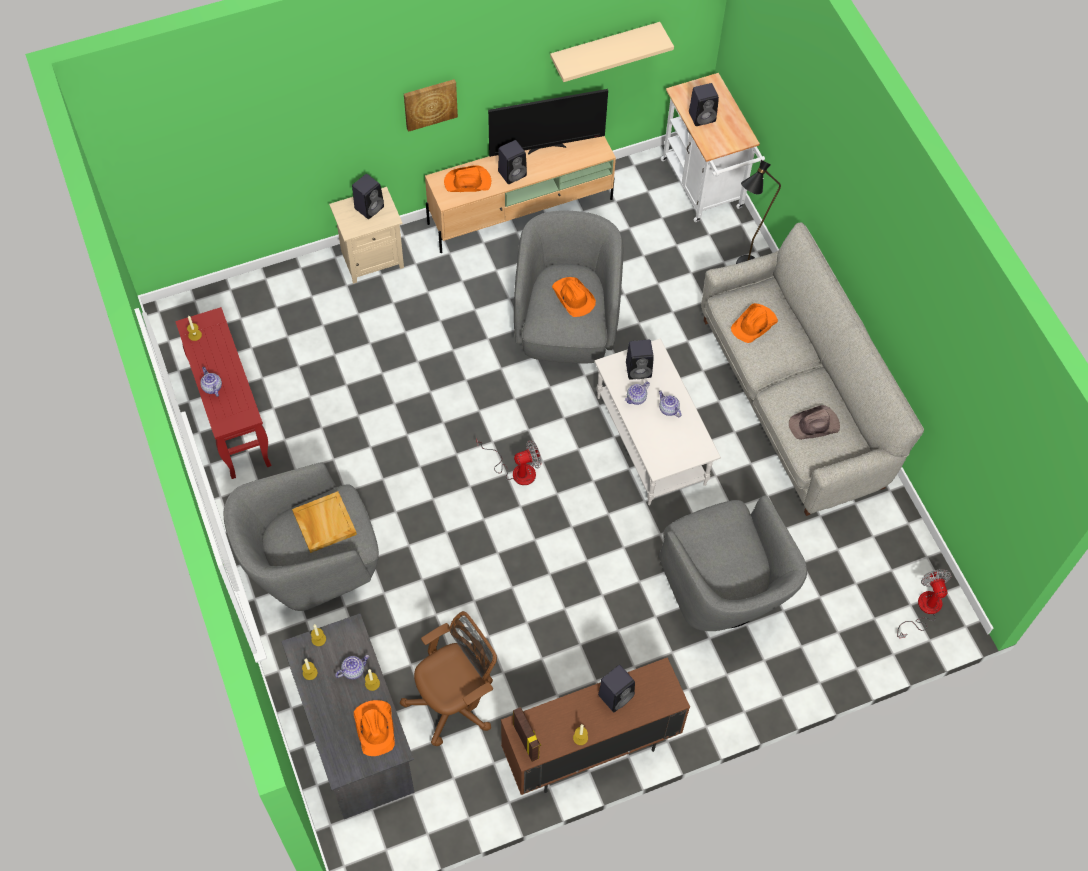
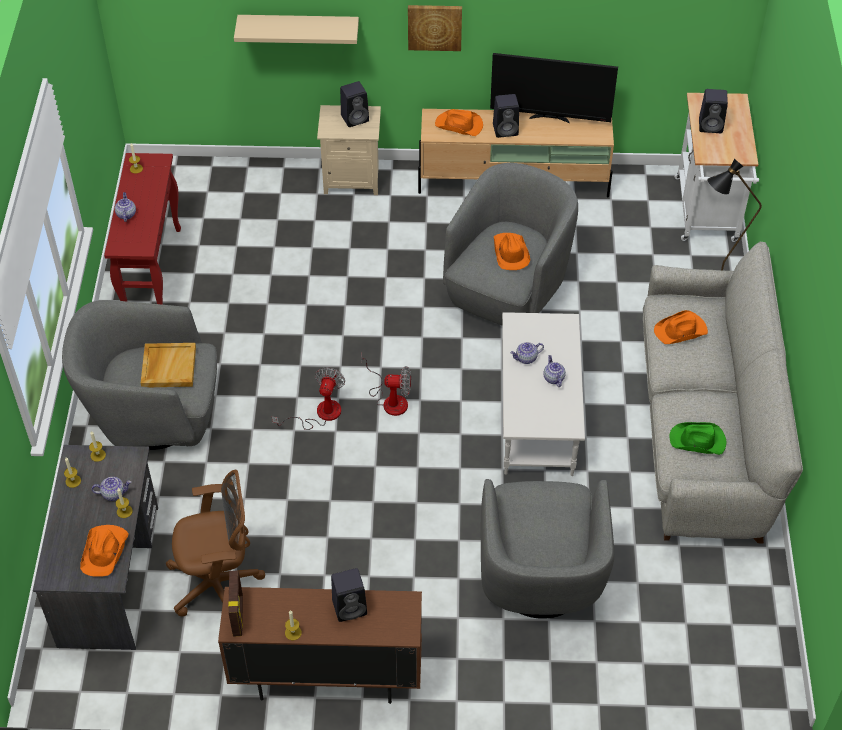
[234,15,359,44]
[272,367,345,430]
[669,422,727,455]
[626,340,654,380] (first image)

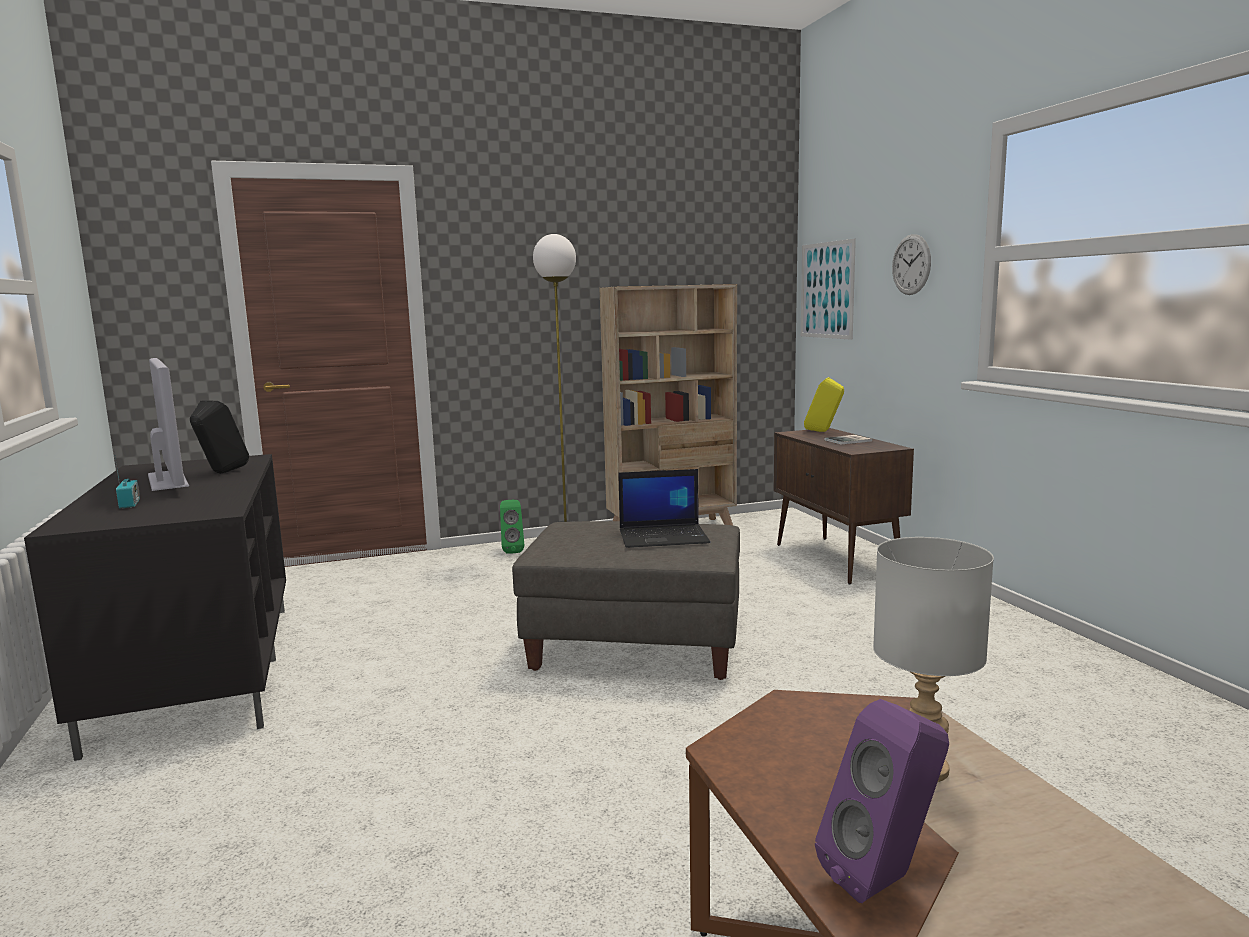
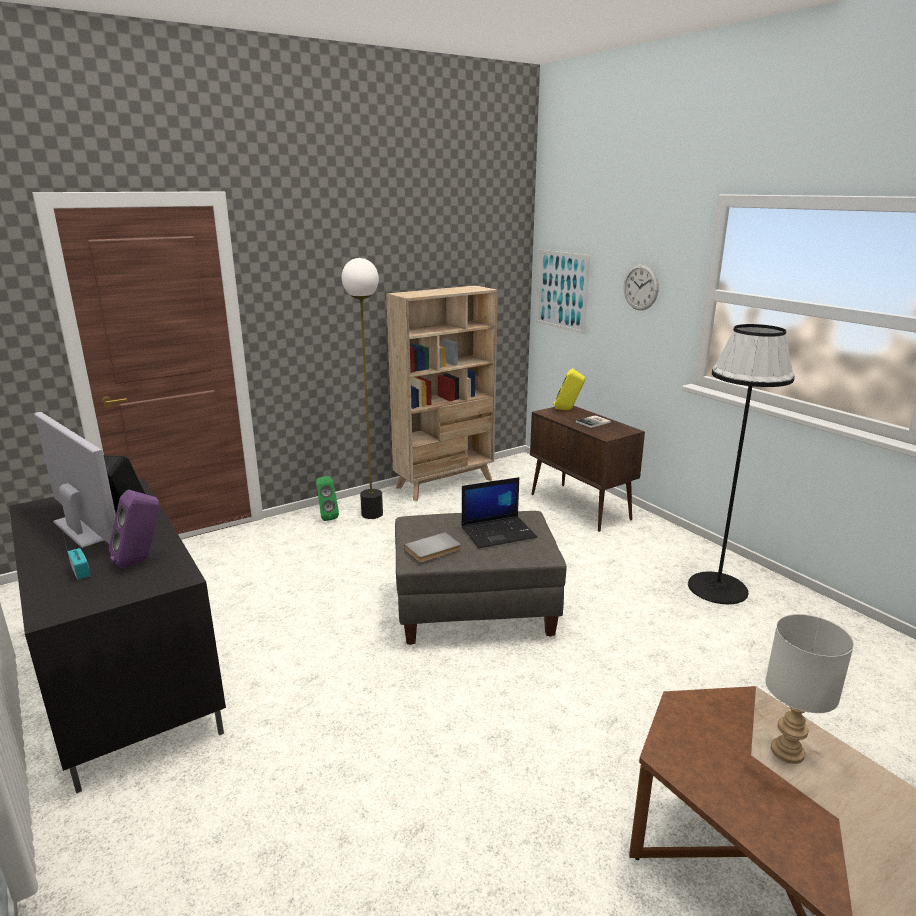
[109,489,160,568]
[404,532,461,562]
[688,324,795,604]

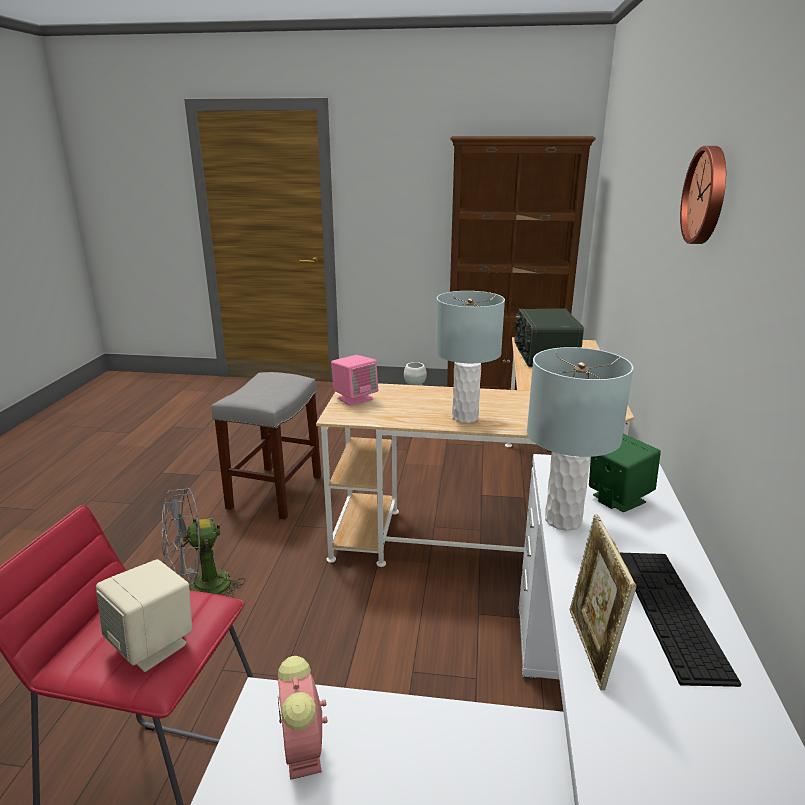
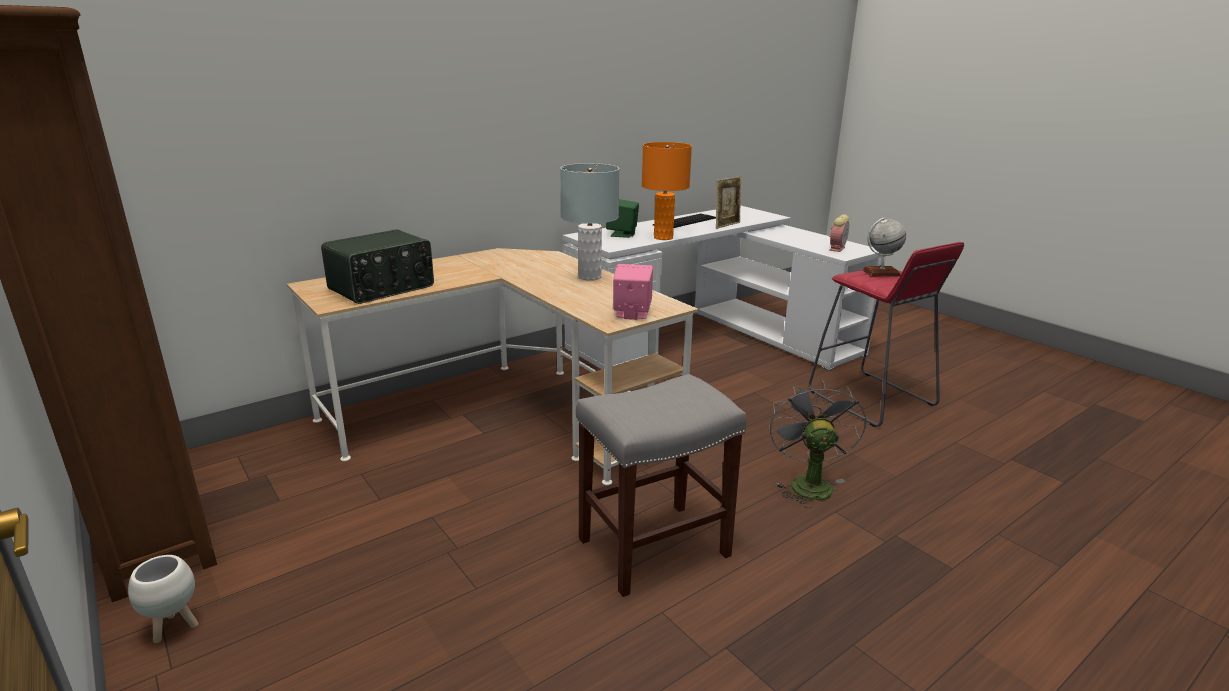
[642,142,692,240]
[769,380,867,508]
[862,218,906,276]
[680,146,726,244] (first image)

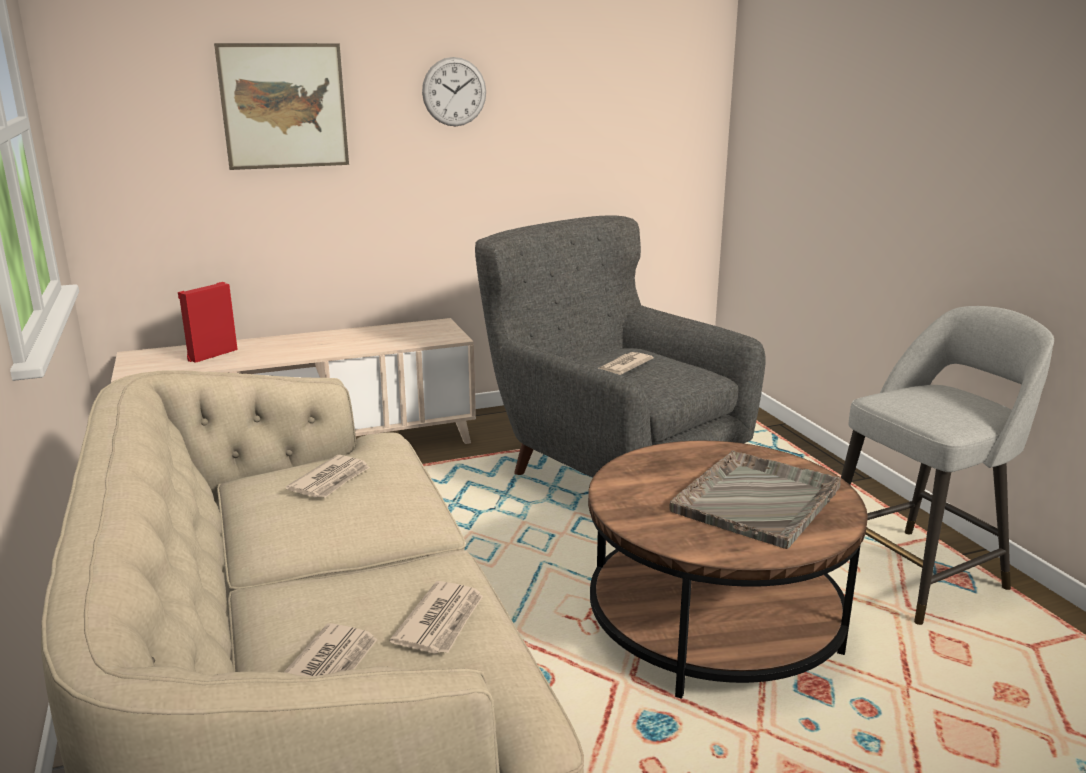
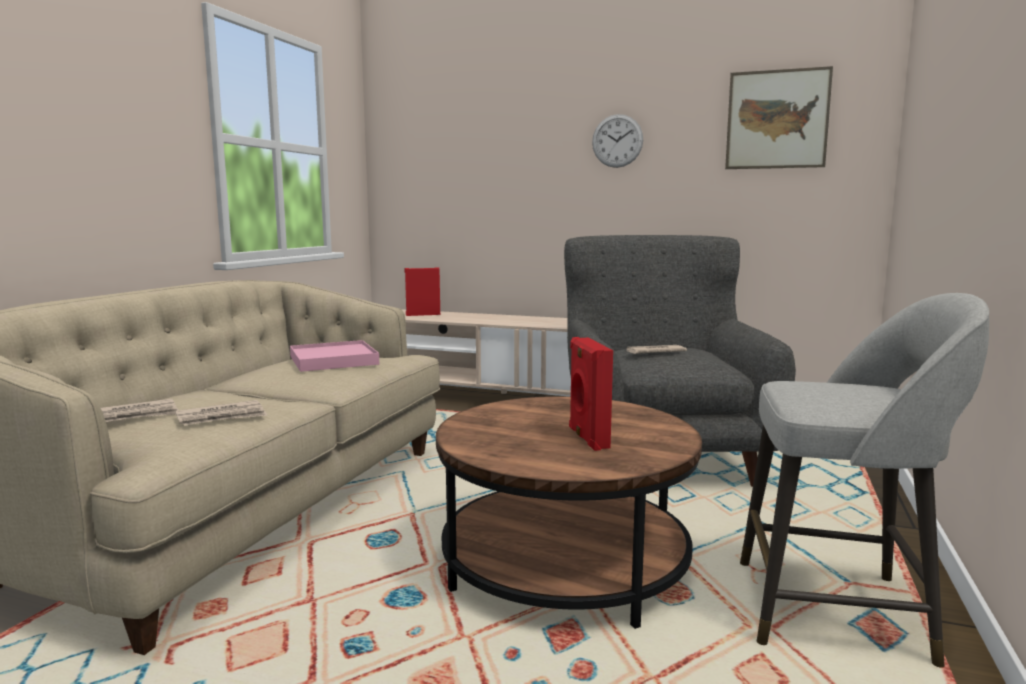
[290,340,379,372]
[569,337,613,451]
[725,66,833,169]

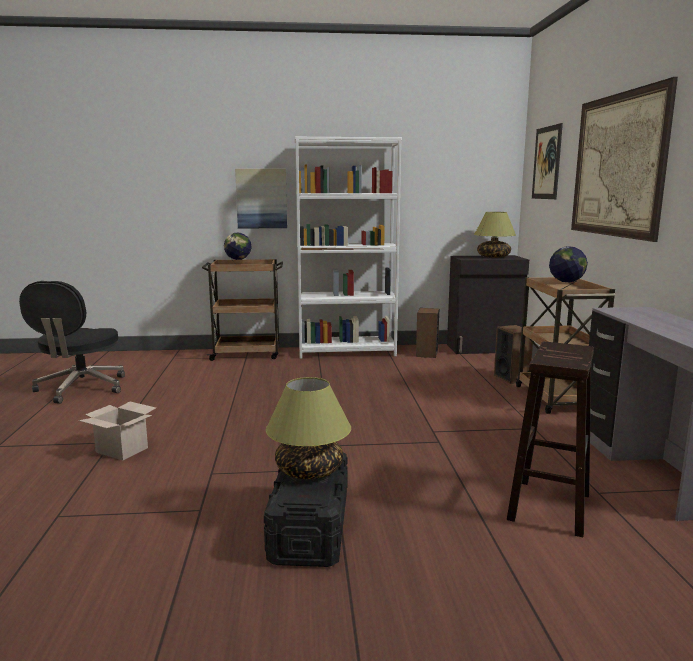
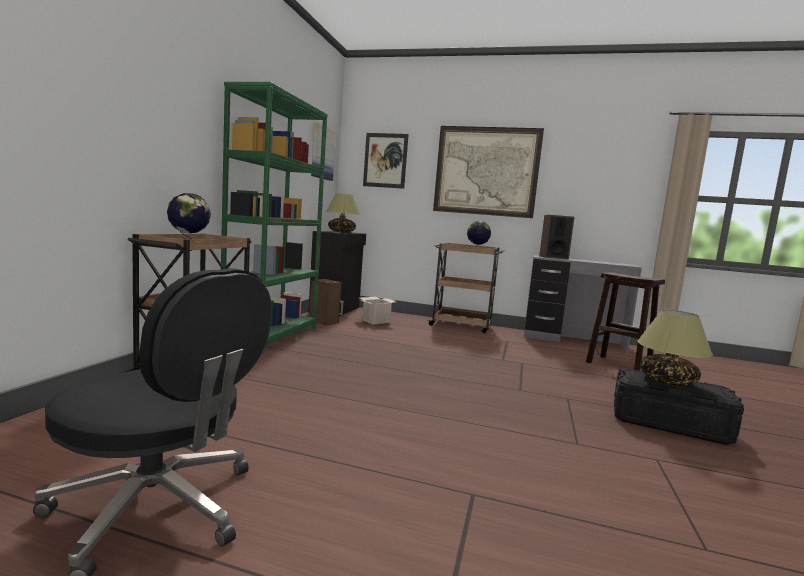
[221,82,328,353]
[311,122,336,181]
[360,297,397,325]
[539,215,574,260]

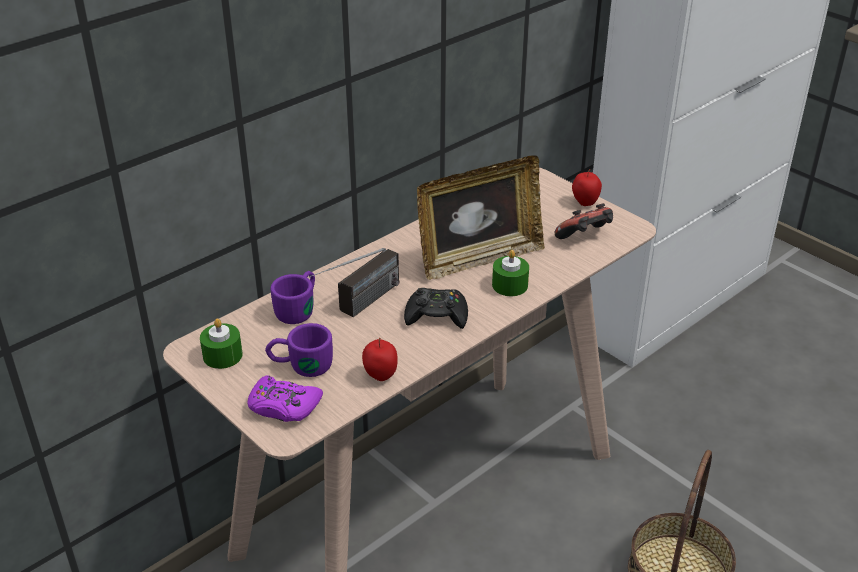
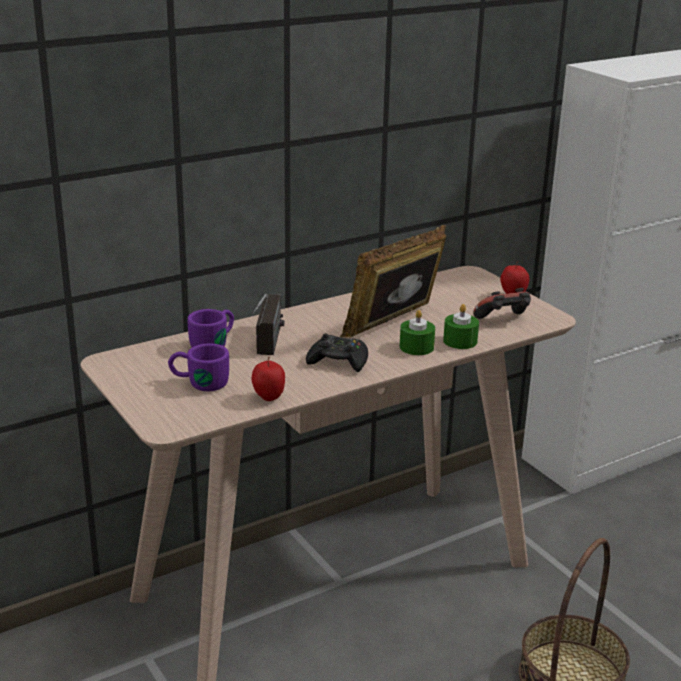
[252,294,284,355]
[340,225,447,337]
[443,304,479,349]
[247,376,323,422] (first image)

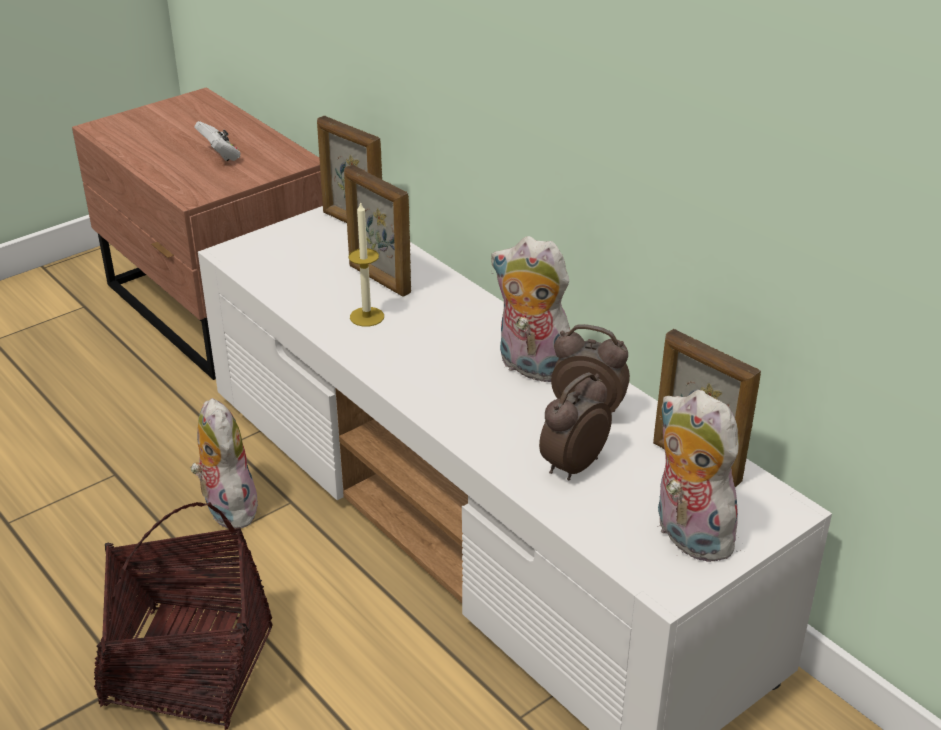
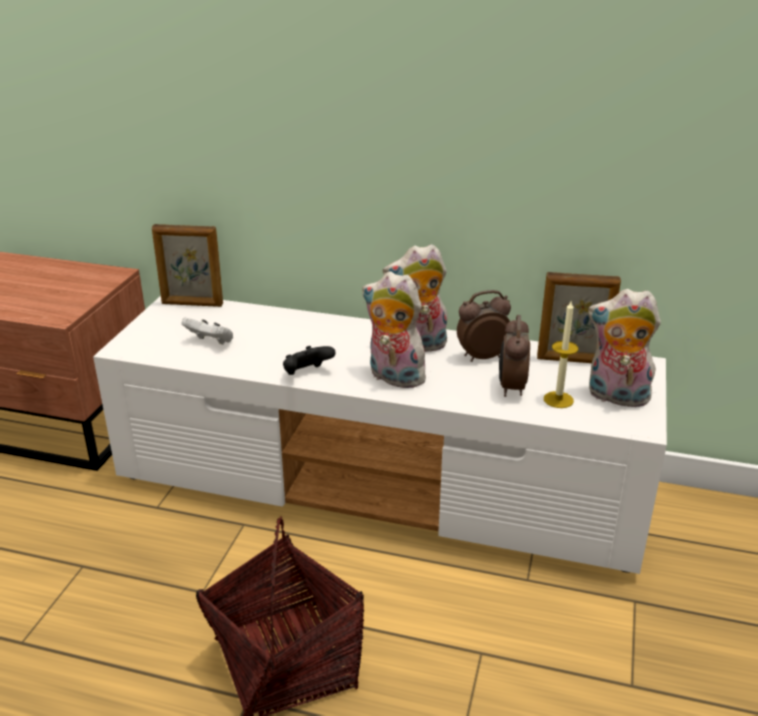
[182,318,233,344]
[283,346,336,375]
[362,271,426,388]
[544,301,578,408]
[344,165,411,297] (first image)

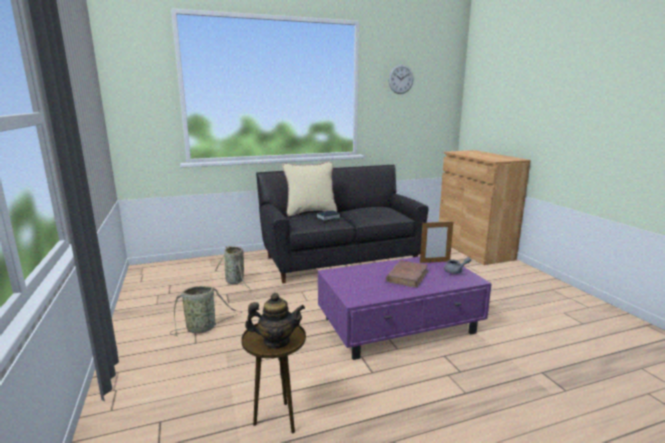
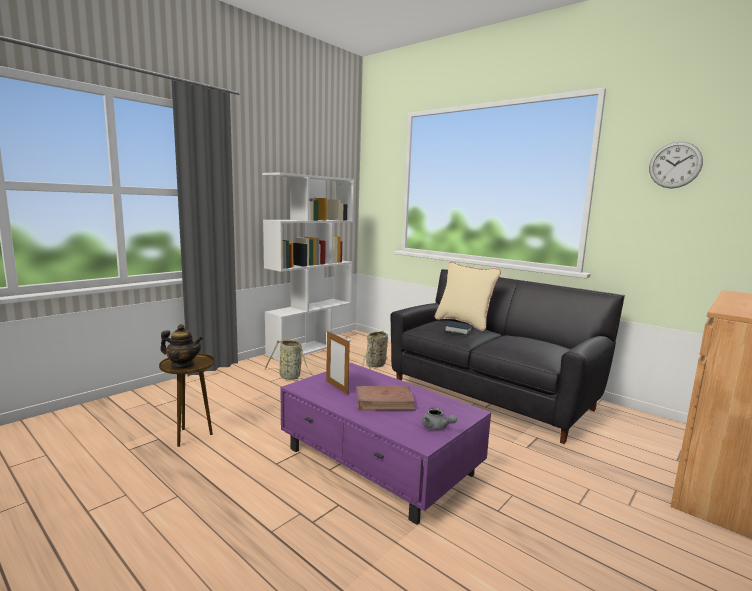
[160,324,203,368]
[262,172,355,361]
[326,331,350,395]

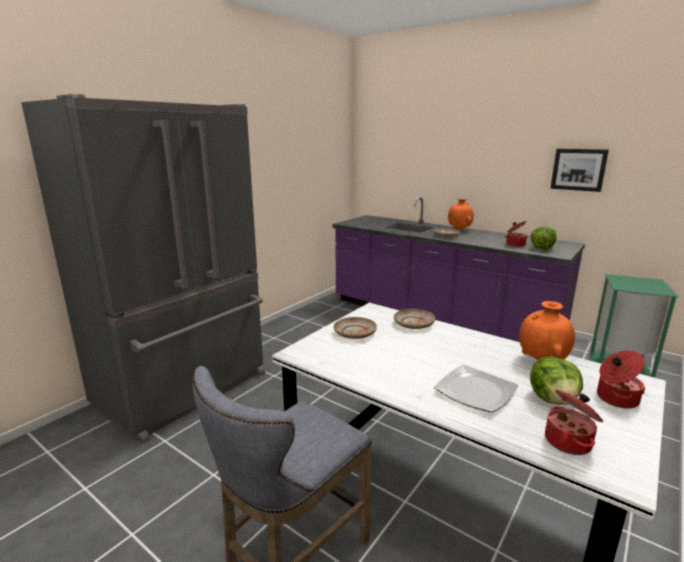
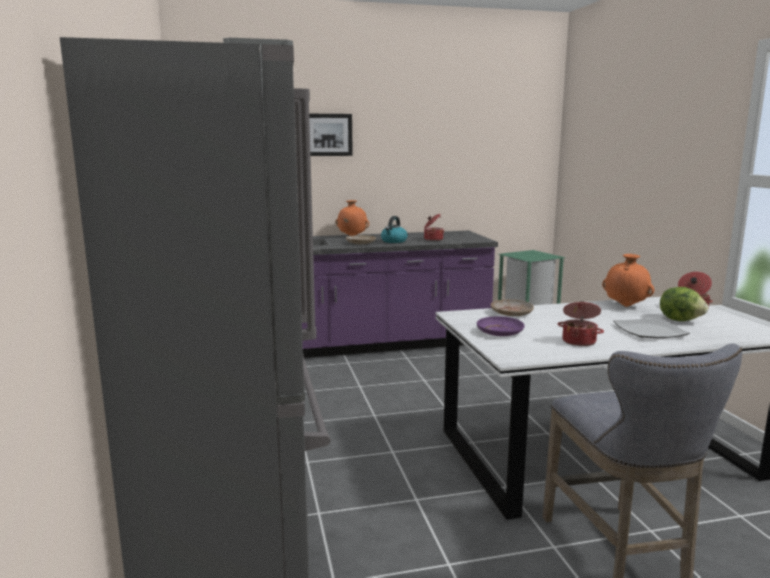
[309,114,353,156]
[381,216,407,243]
[477,316,524,336]
[557,301,604,346]
[530,227,557,249] (first image)

